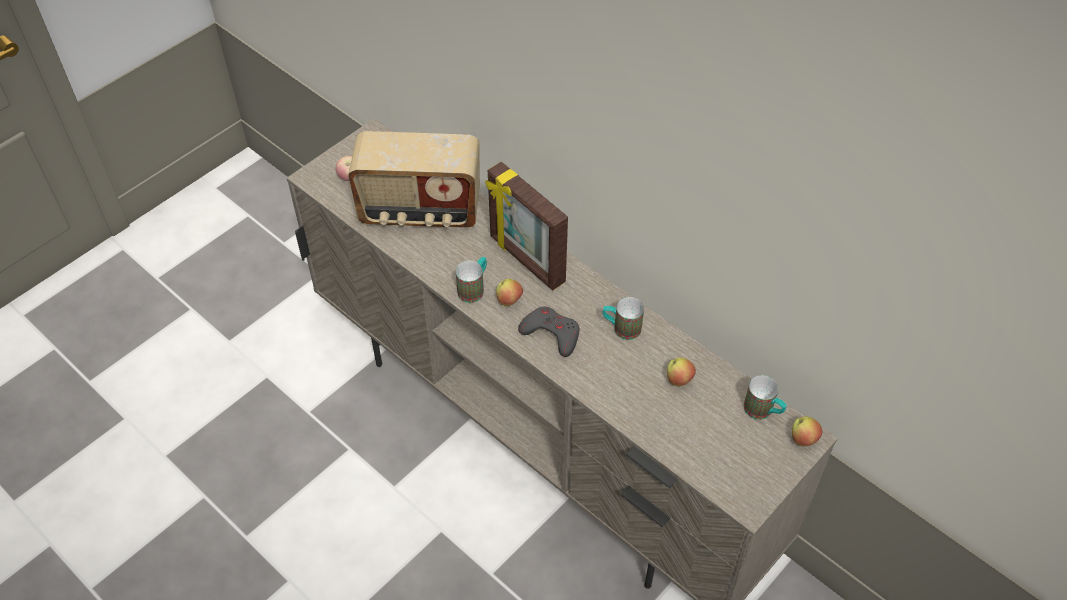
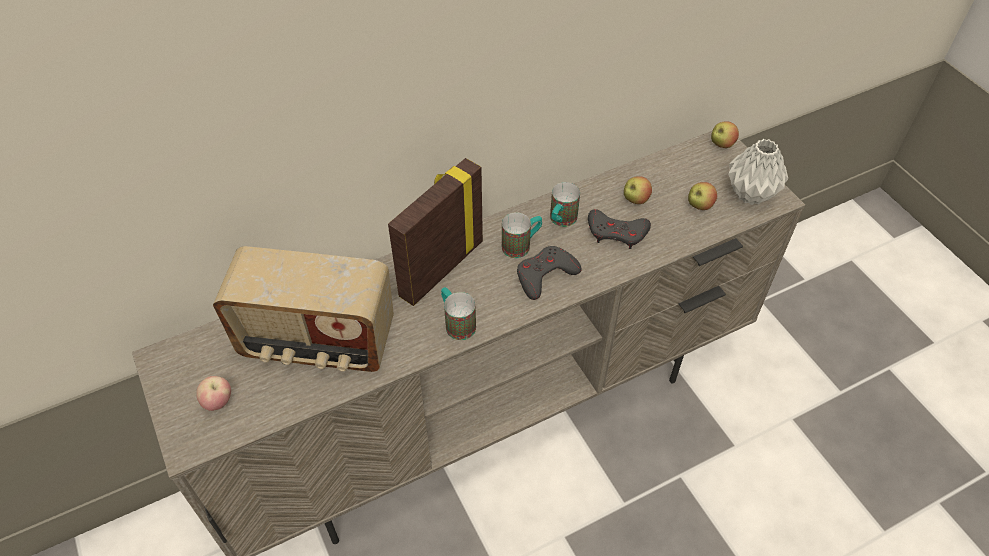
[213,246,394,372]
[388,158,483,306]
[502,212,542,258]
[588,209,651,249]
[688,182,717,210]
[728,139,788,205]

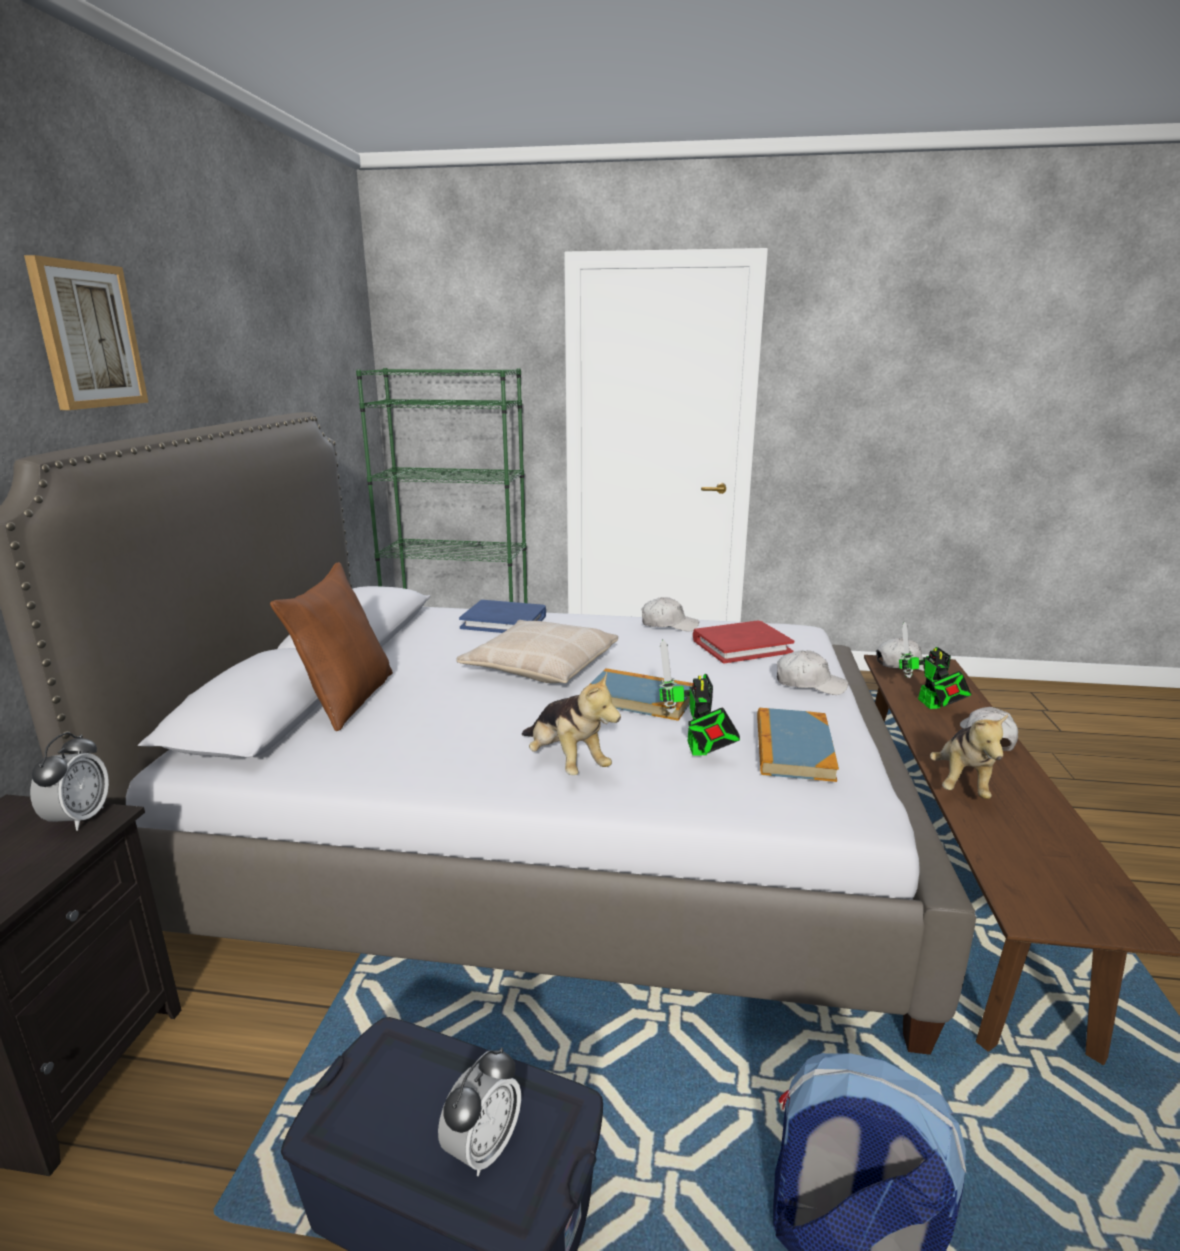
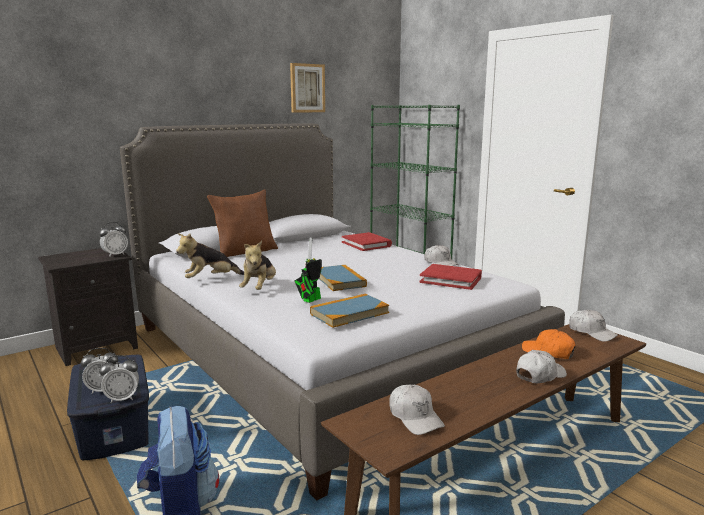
[99,355,139,403]
[176,233,244,278]
[290,63,325,112]
[342,232,392,251]
[389,385,445,435]
[522,329,576,359]
[456,620,618,683] (first image)

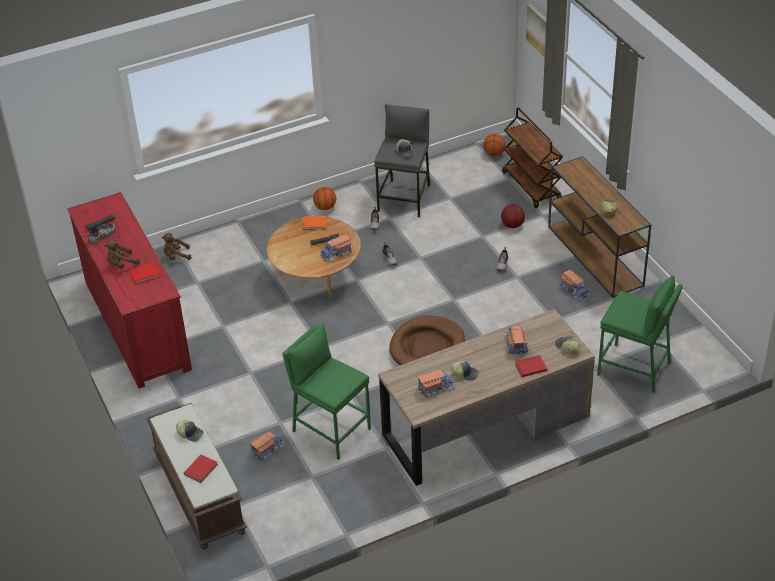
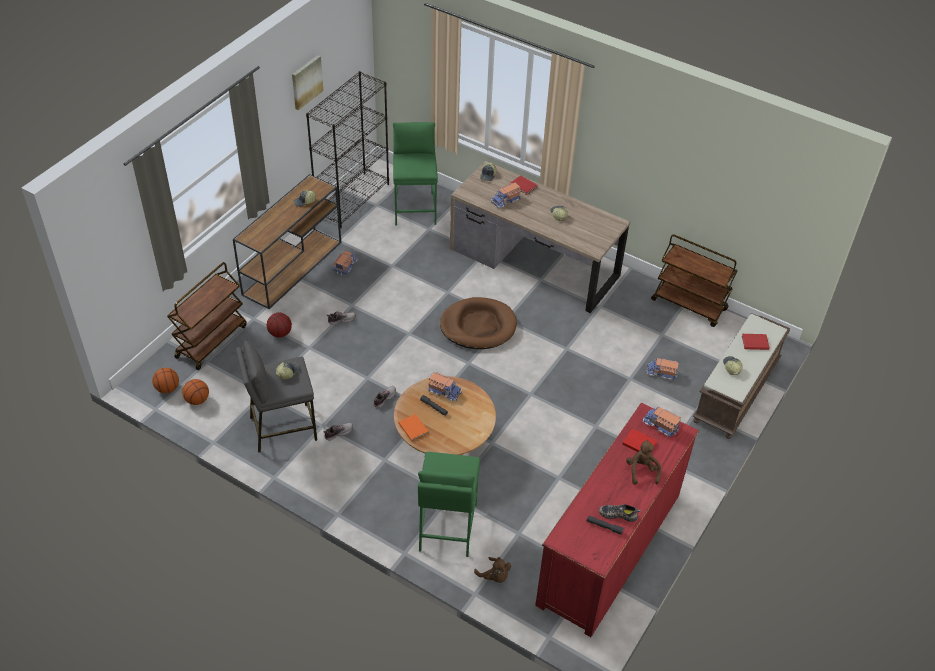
[182,379,209,405]
[292,55,323,110]
[306,71,389,228]
[418,452,480,557]
[626,440,662,485]
[642,407,681,437]
[651,235,737,327]

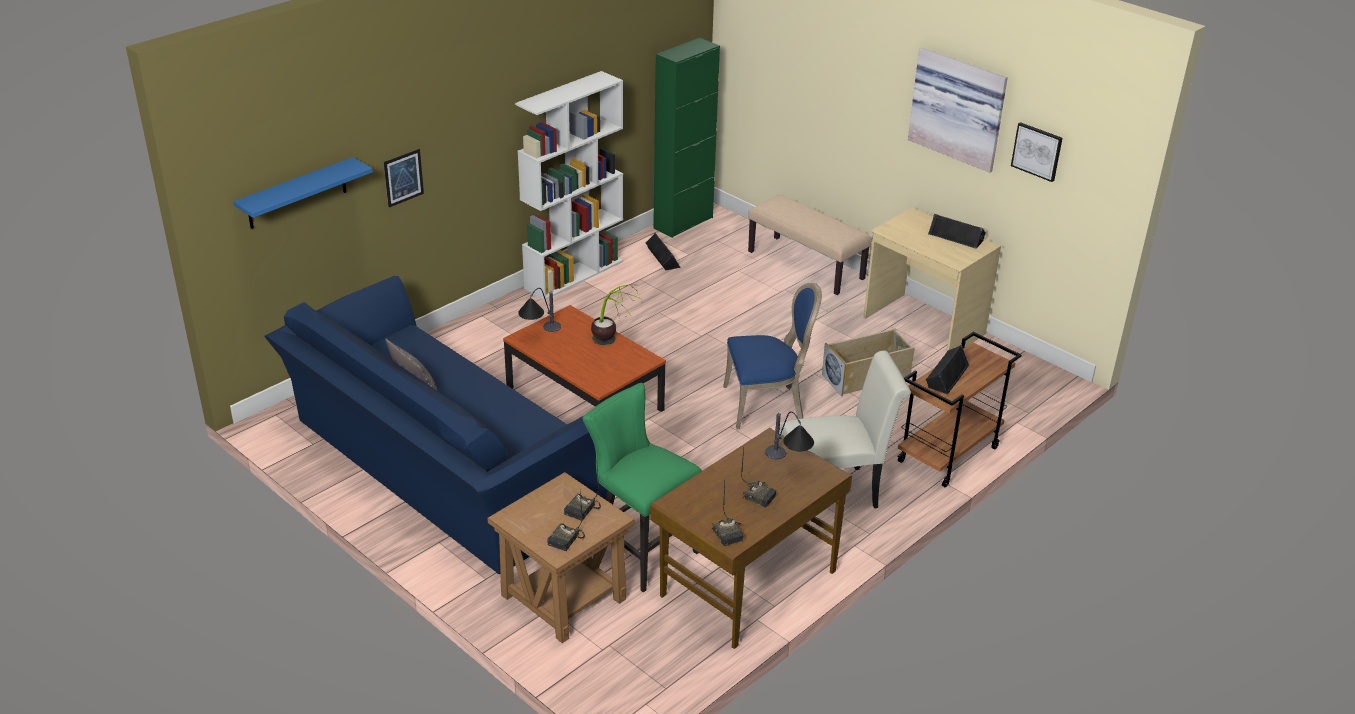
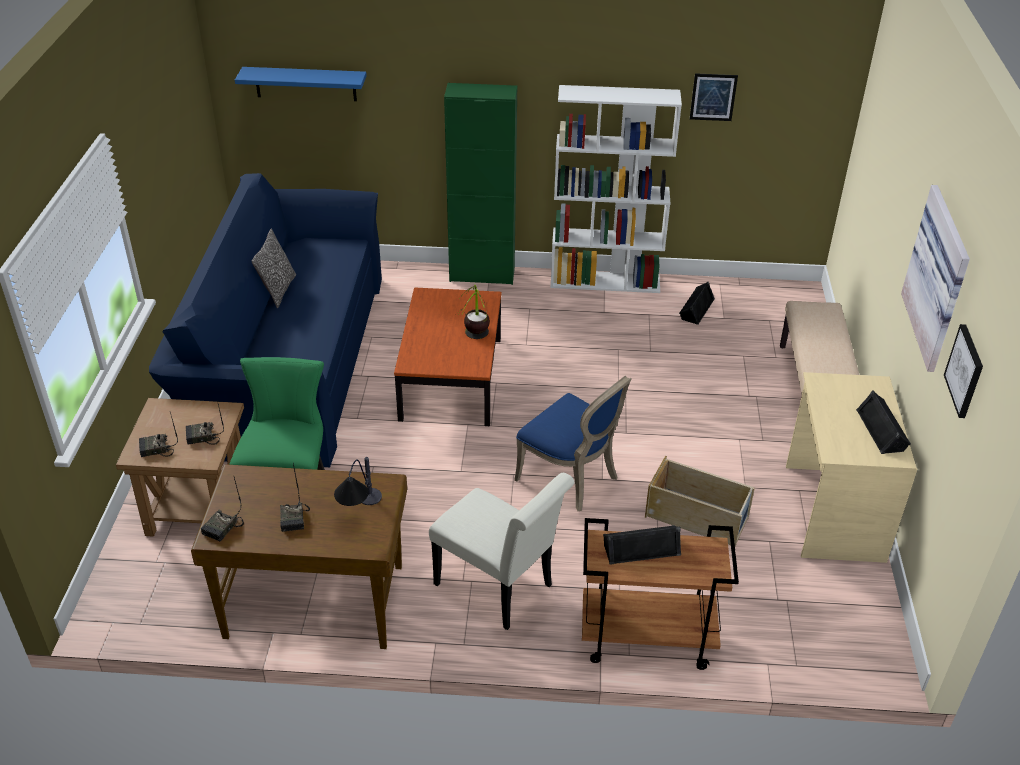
[444,83,517,285]
[690,73,738,121]
[518,288,561,332] (first image)

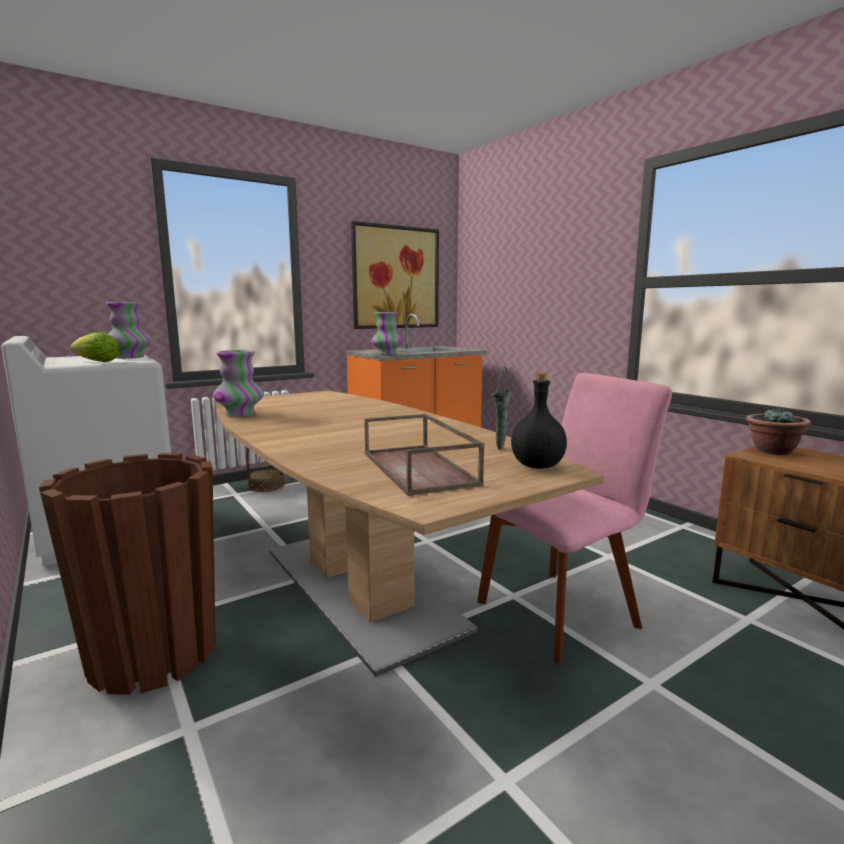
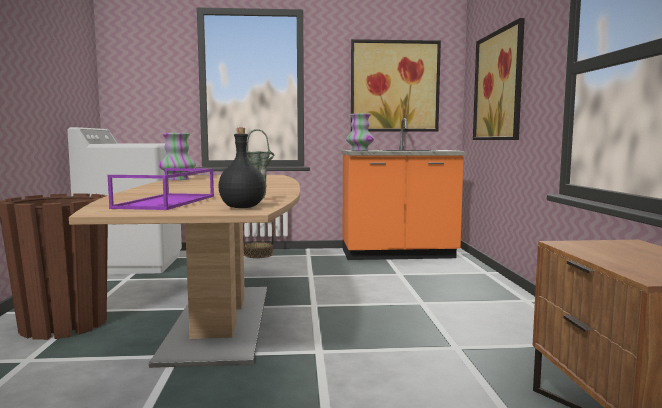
[108,168,214,210]
[473,18,525,140]
[70,332,120,362] (first image)
[106,302,152,359] (first image)
[477,373,672,664] (first image)
[746,408,811,455] (first image)

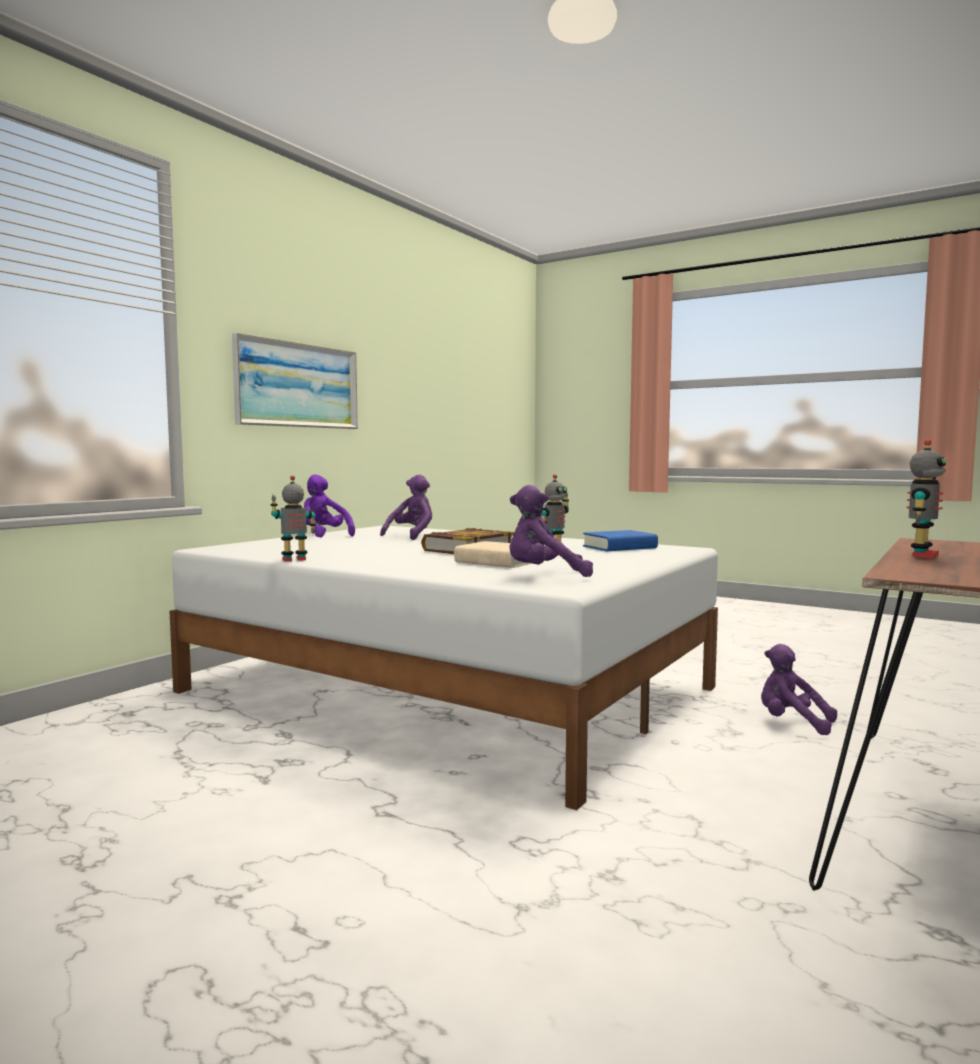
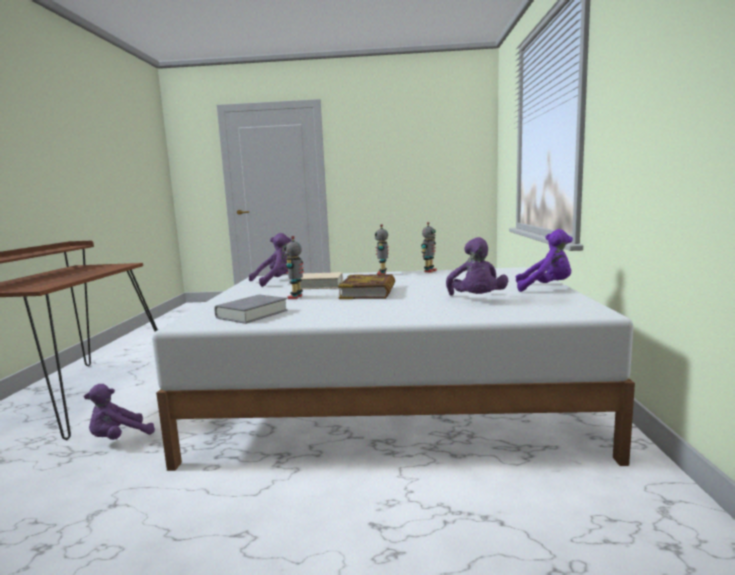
[84,384,155,440]
[214,295,288,324]
[375,224,389,274]
[232,333,358,429] (first image)

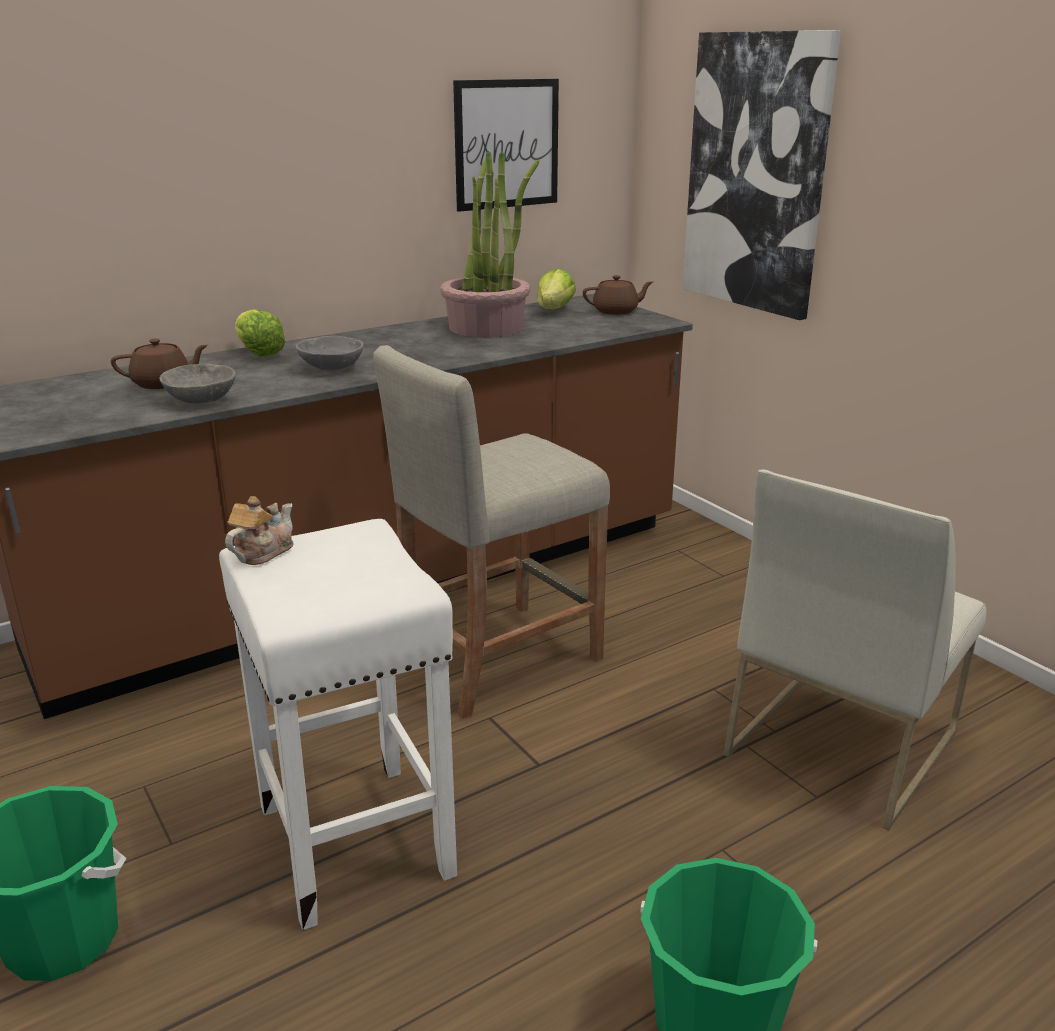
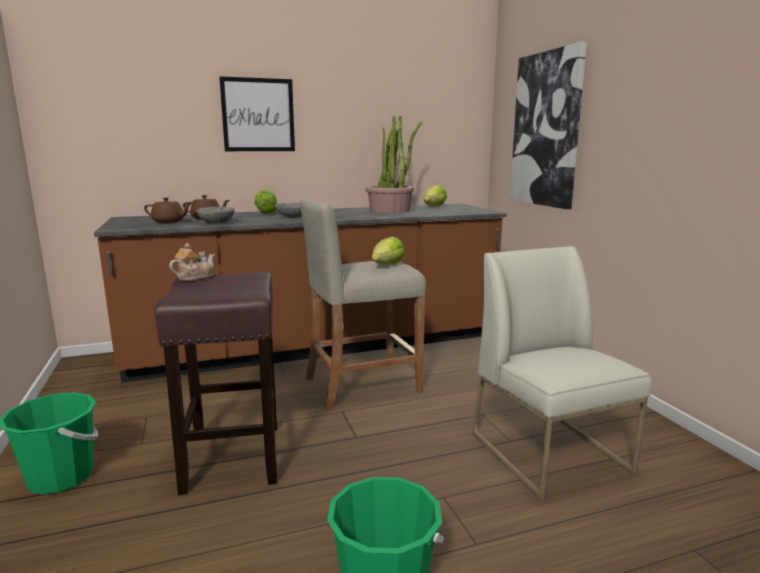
[144,197,192,223]
[154,272,277,495]
[219,76,295,151]
[372,236,405,265]
[472,246,652,500]

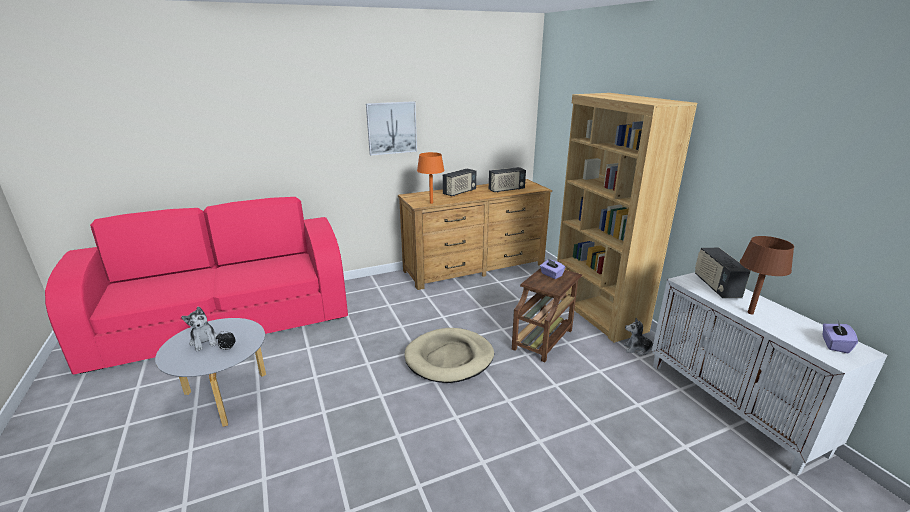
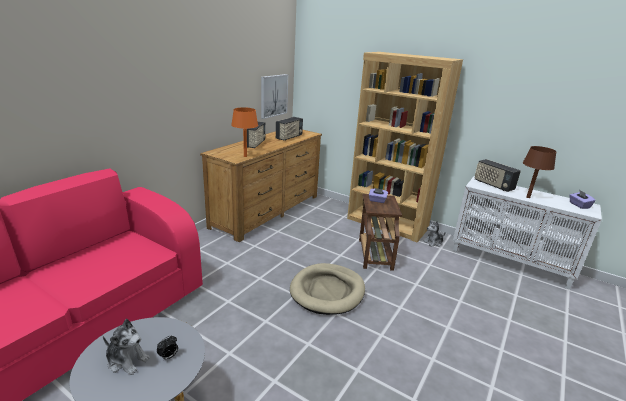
[261,74,288,119]

